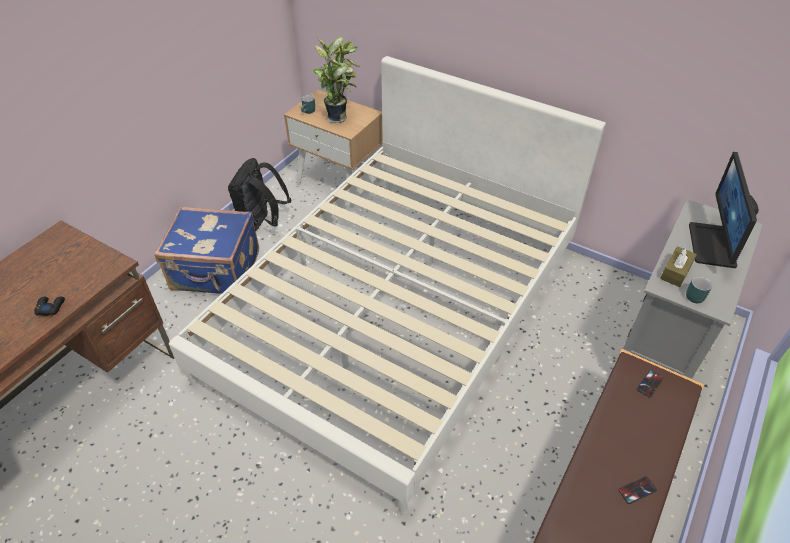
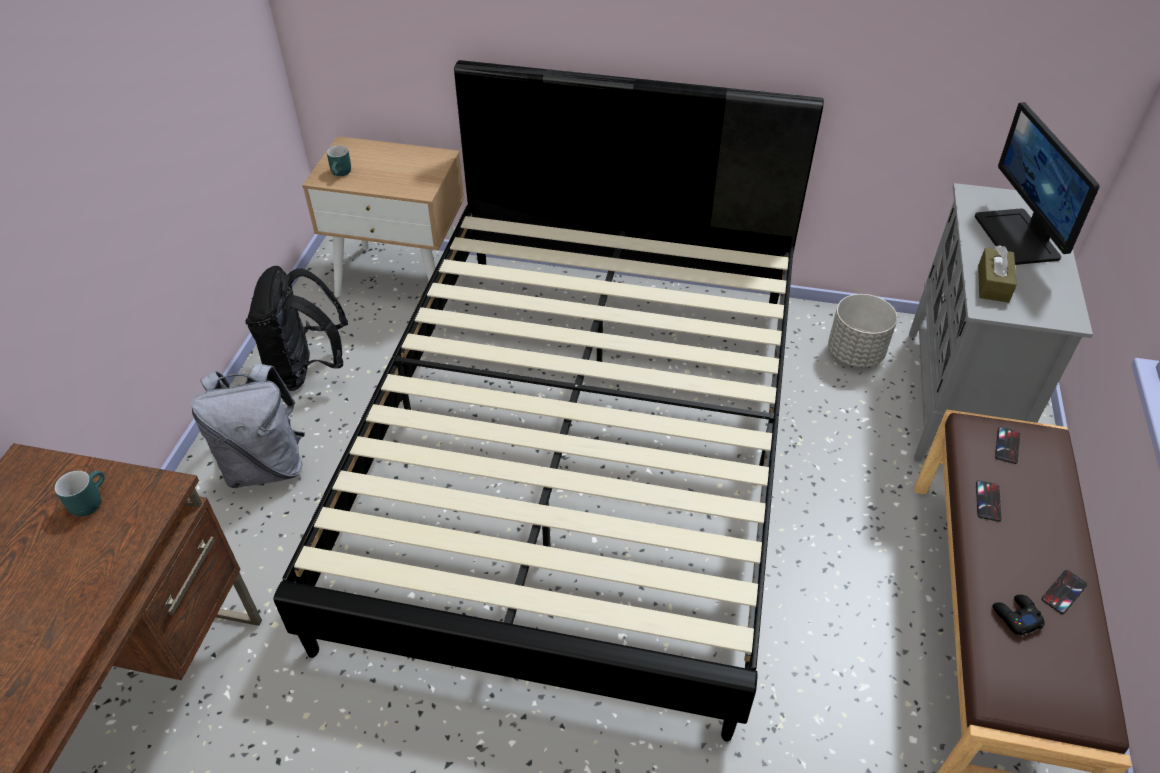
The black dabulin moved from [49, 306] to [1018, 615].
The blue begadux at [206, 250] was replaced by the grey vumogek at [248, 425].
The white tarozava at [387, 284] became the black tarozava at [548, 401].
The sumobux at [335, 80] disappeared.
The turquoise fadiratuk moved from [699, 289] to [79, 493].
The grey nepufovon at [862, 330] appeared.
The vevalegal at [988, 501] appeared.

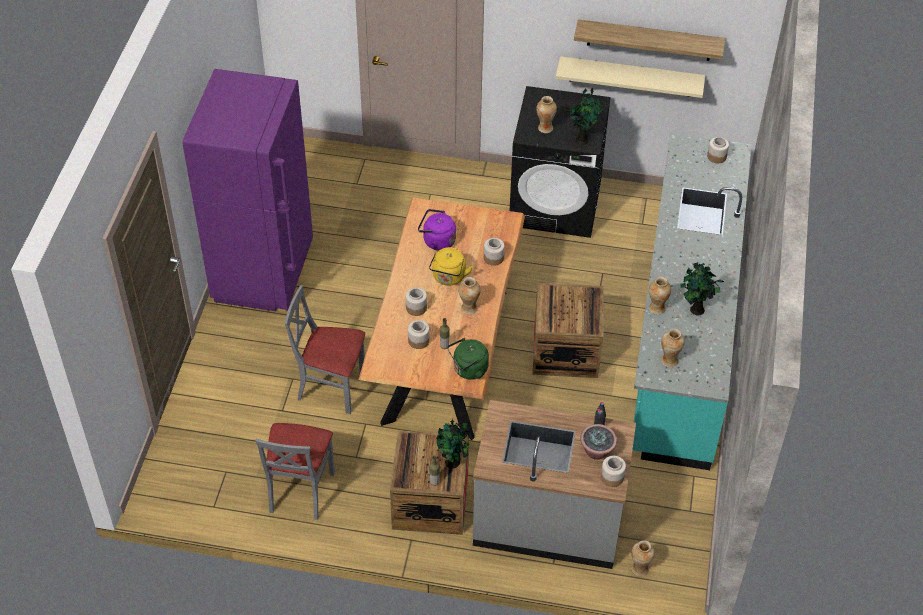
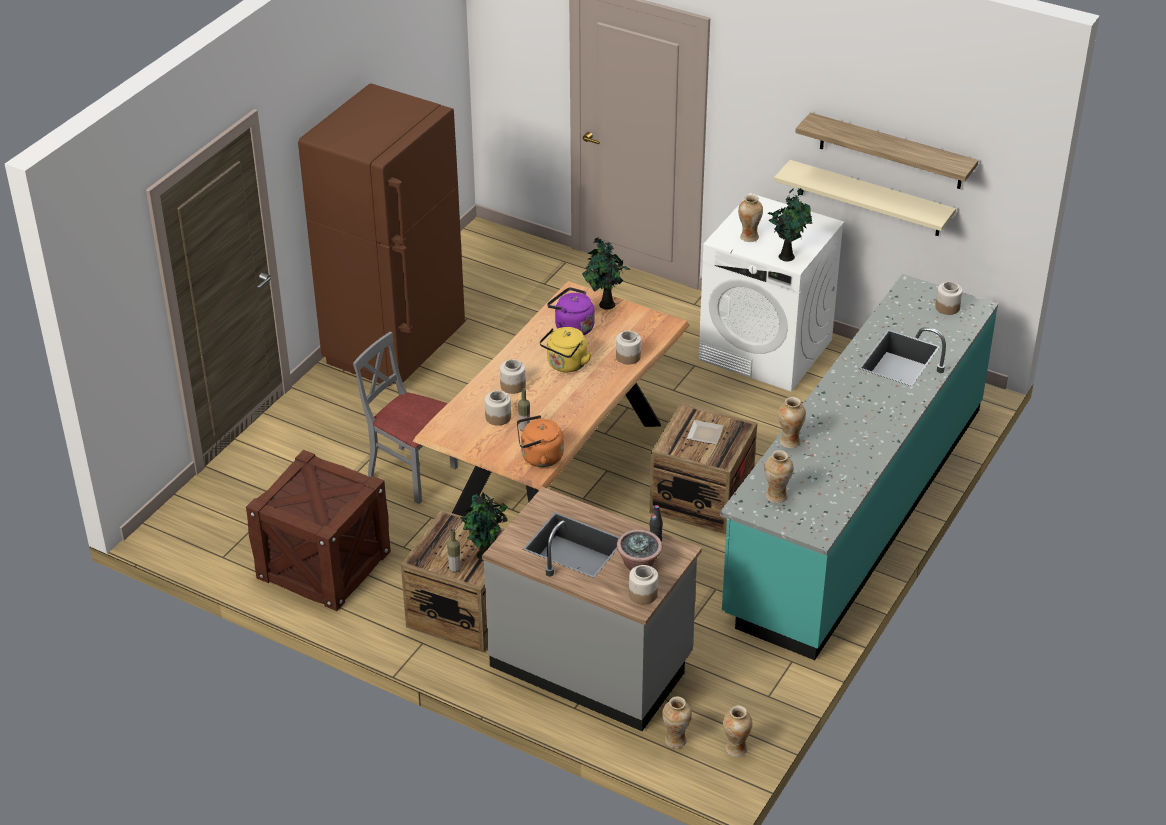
The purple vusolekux at [247, 190] became the brown vusolekux at [381, 235].
The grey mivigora at [295, 471] was replaced by the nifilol at [318, 530].
The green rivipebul at [468, 359] became the orange rivipebul at [540, 441].
The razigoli moved from [469, 296] to [738, 731].
The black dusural at [560, 162] became the white dusural at [771, 292].
The sumobux moved from [702, 289] to [606, 273].
The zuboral at [705, 432] appeared.

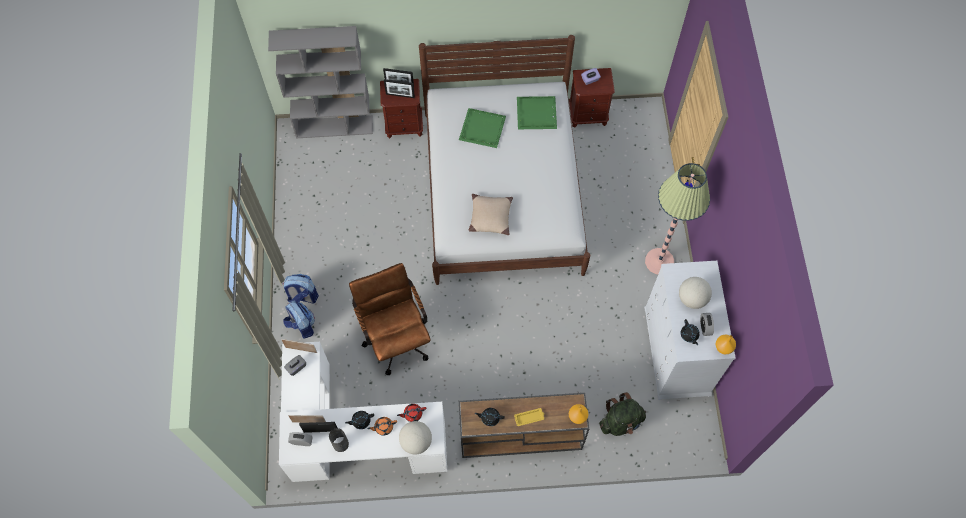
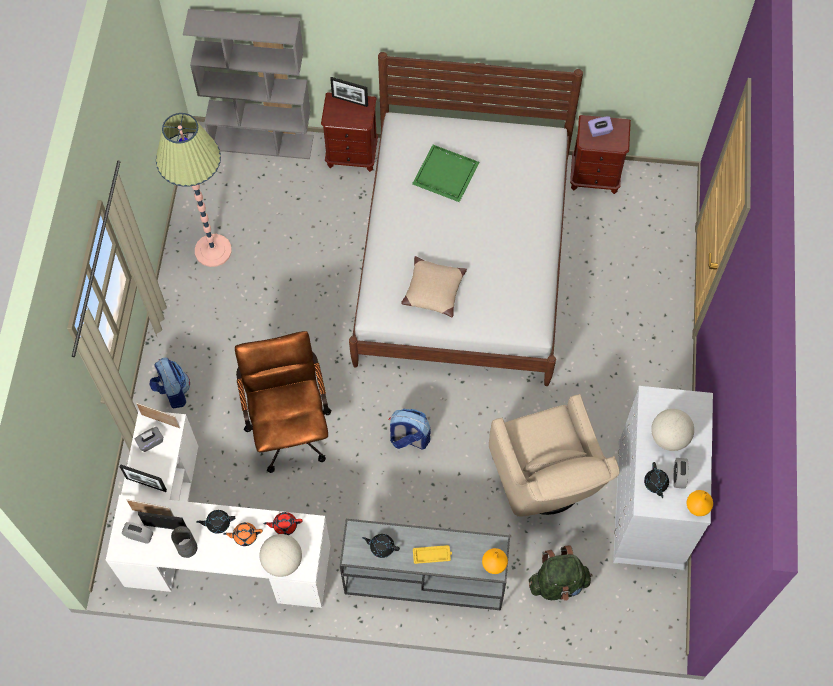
The vumogek moved from [300, 288] to [410, 429].
The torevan moved from [399, 88] to [143, 478].
The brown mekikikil at [524, 425] became the grey mekikikil at [425, 564].
The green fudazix at [537, 112] disappeared.
The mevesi moved from [677, 218] to [194, 190].
The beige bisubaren at [554, 455] appeared.

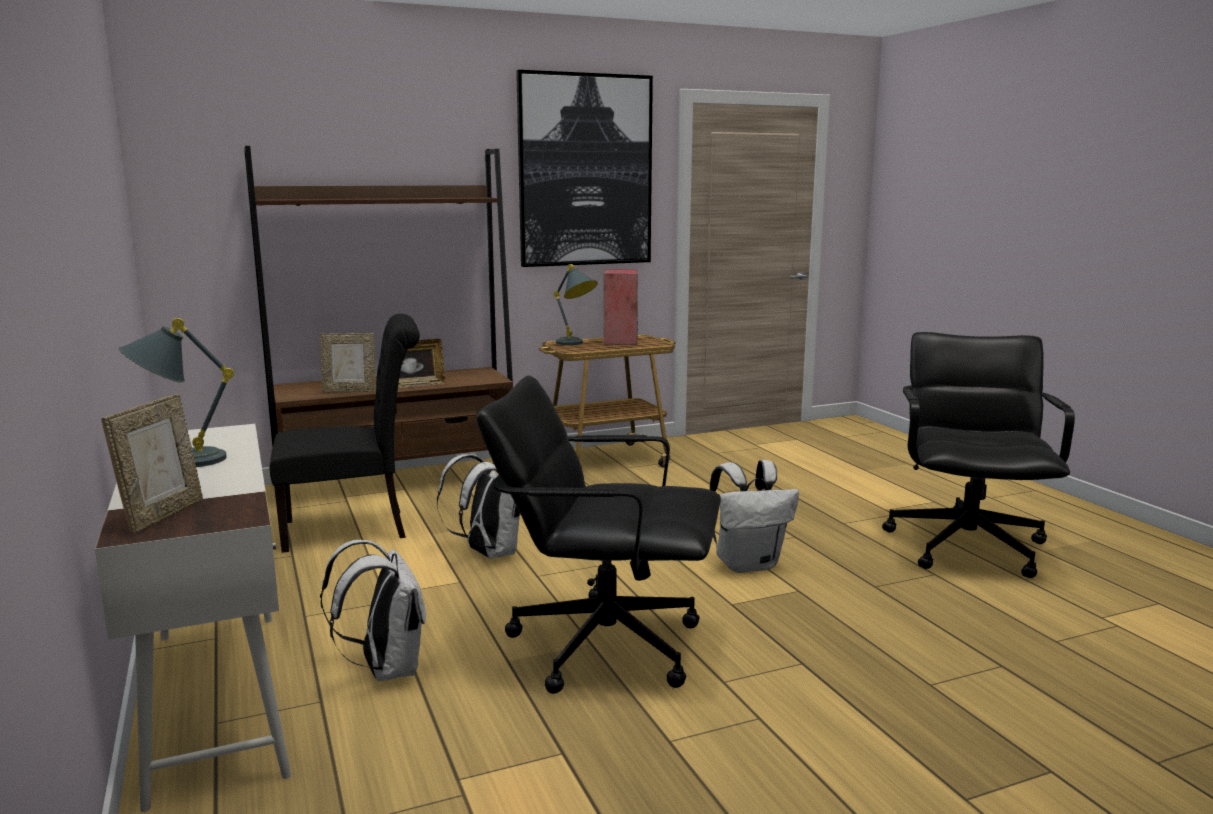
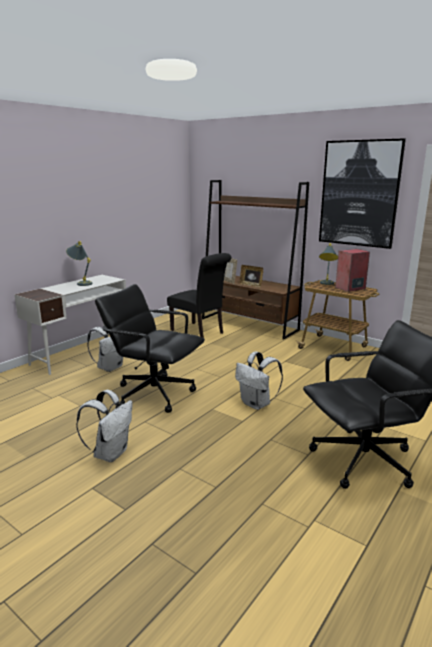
The torevan at [152, 464] disappeared.
The white vumogek moved from [478, 506] to [104, 426].
The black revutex at [599, 534] turned 45 degrees counterclockwise.

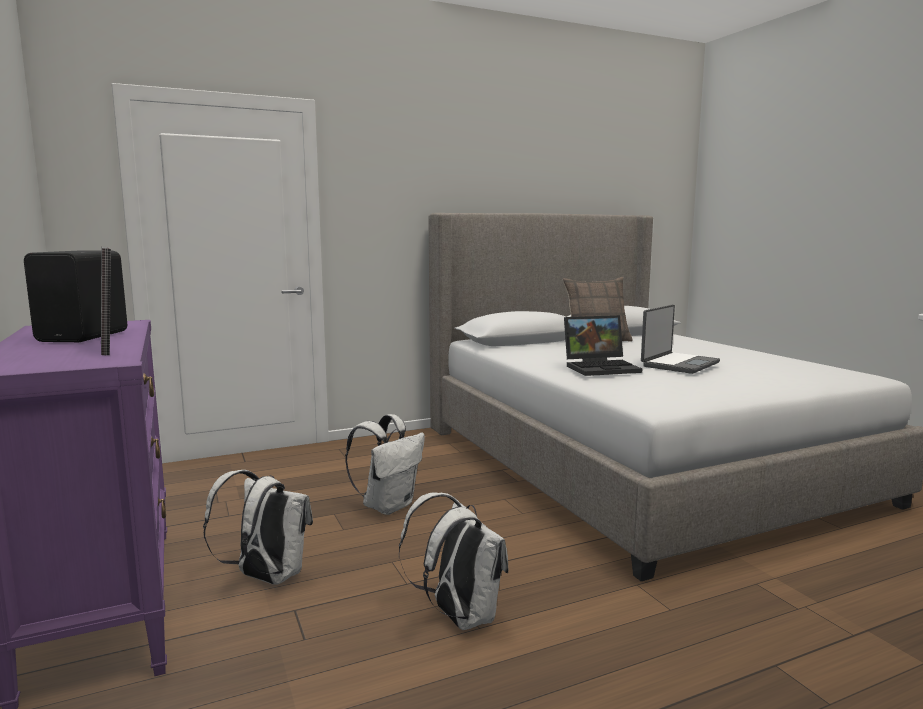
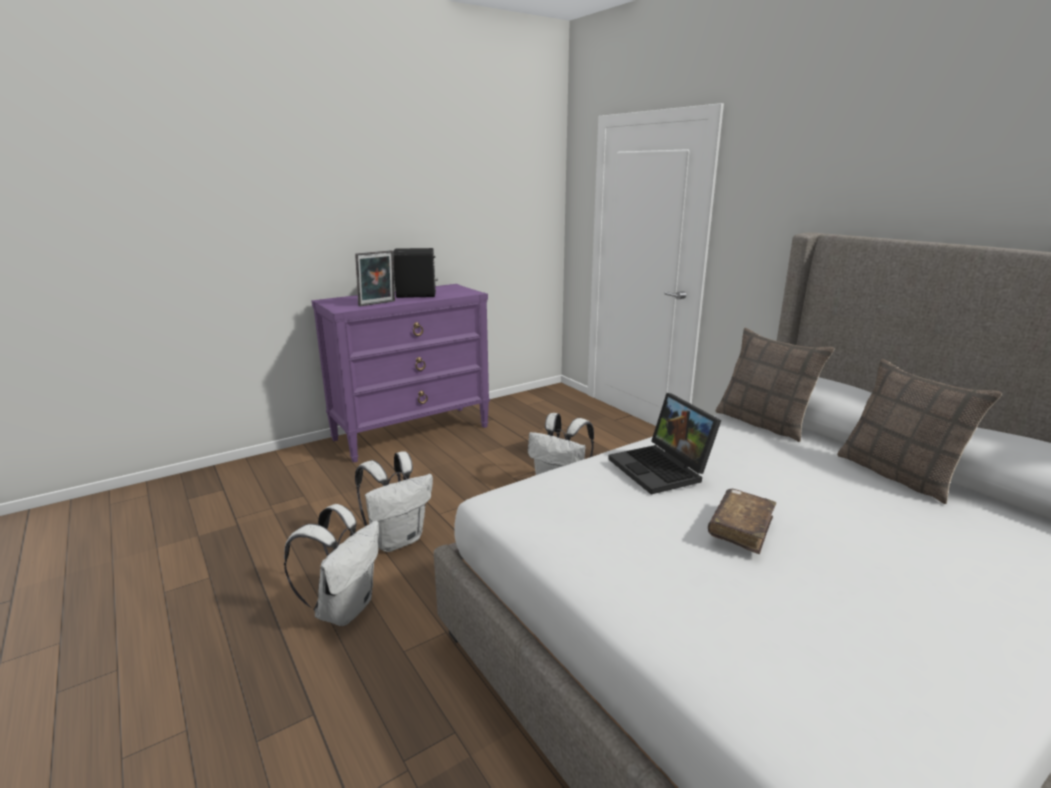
The white vumogek moved from [258, 527] to [331, 565].
The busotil at [680, 339] was replaced by the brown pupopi at [742, 521].
The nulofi at [775, 385] appeared.

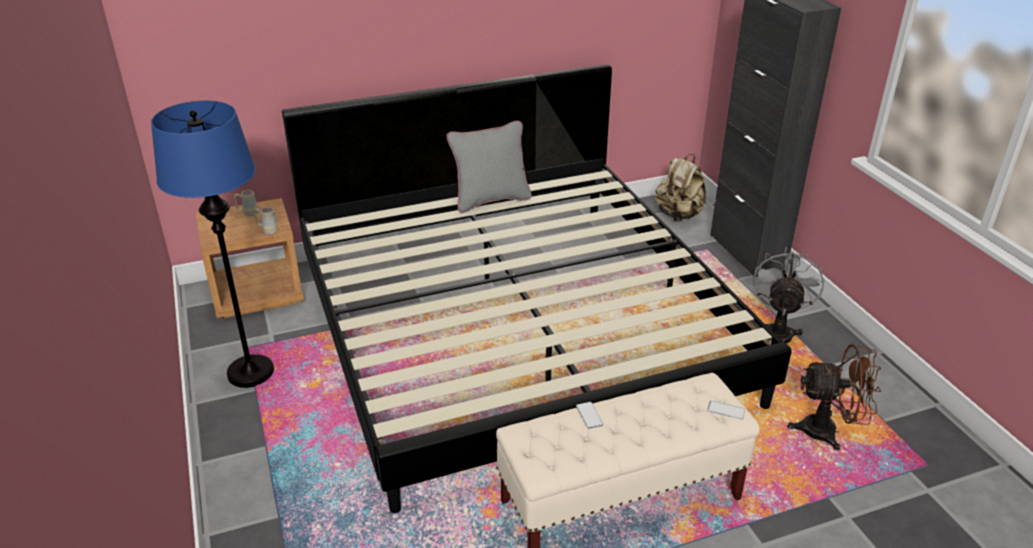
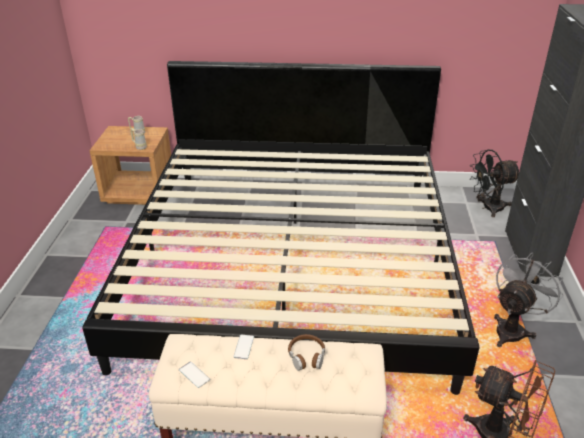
The blue mevesi at [212, 244] disappeared.
The grey nulofi at [489, 167] disappeared.
The beige vumogek at [680, 187] was replaced by the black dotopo at [494, 183].
The vevalegal moved from [726, 409] to [194, 375].
The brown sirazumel at [306, 352] appeared.

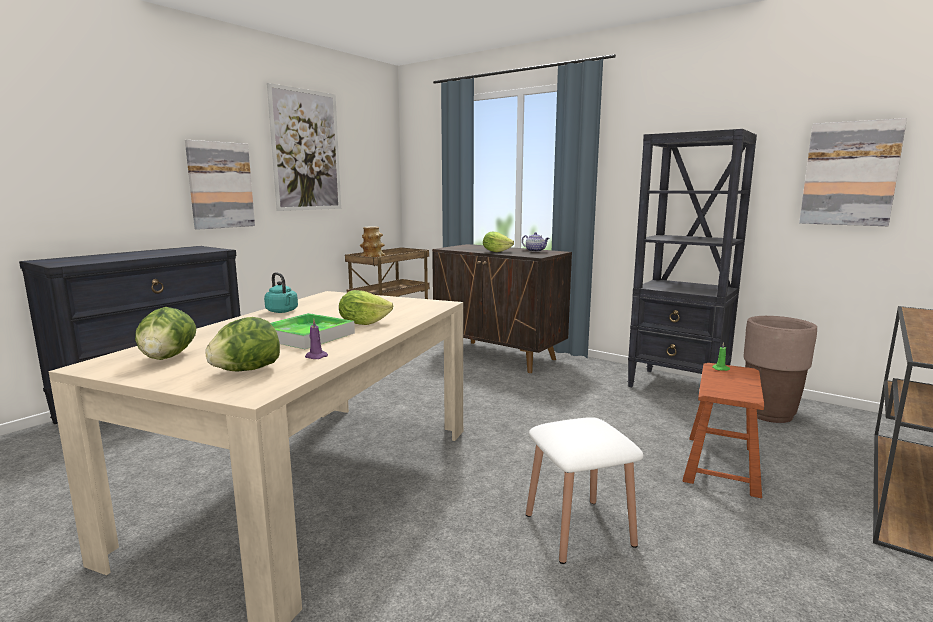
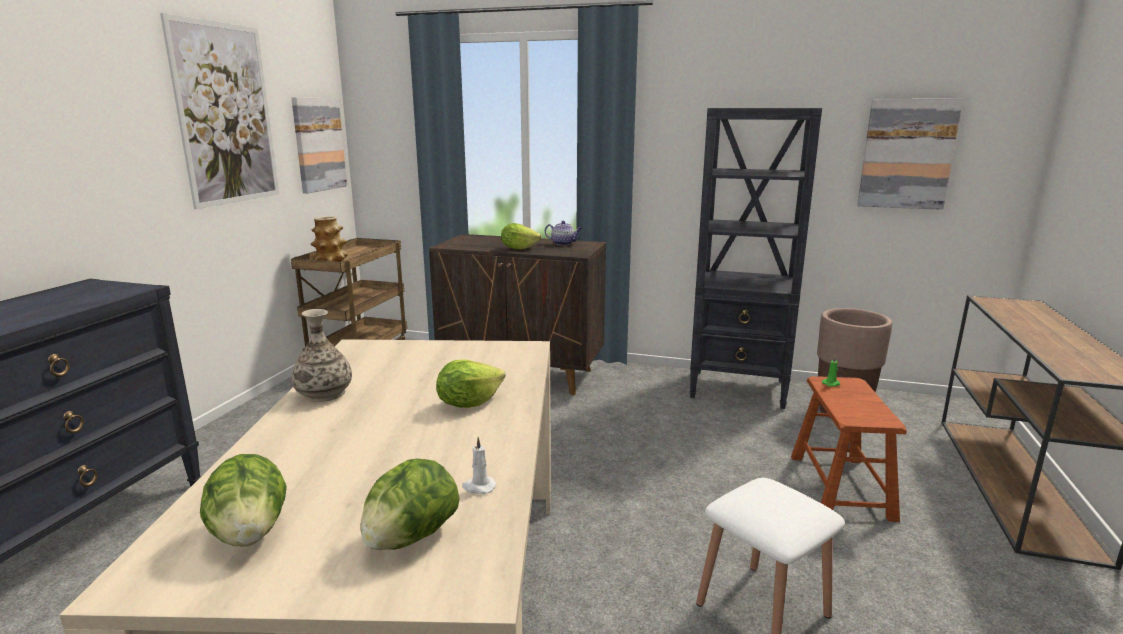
The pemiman moved from [220, 185] to [319, 145].
The turquoise rivipebul at [281, 292] was replaced by the razigoli at [322, 355].
The fudazix at [312, 331] disappeared.
The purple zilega at [316, 339] became the white zilega at [479, 465].

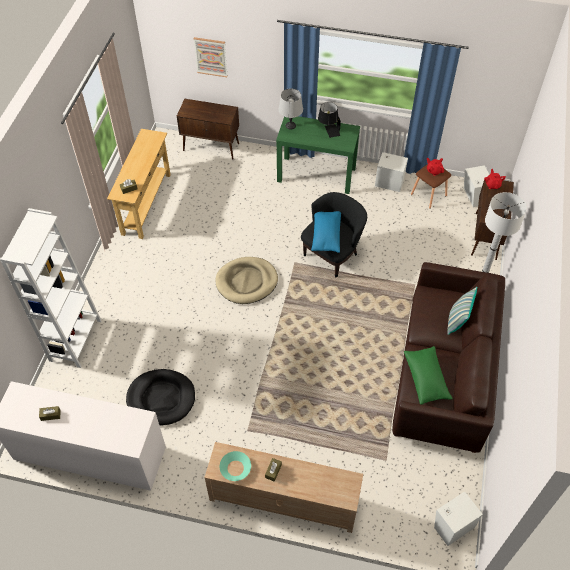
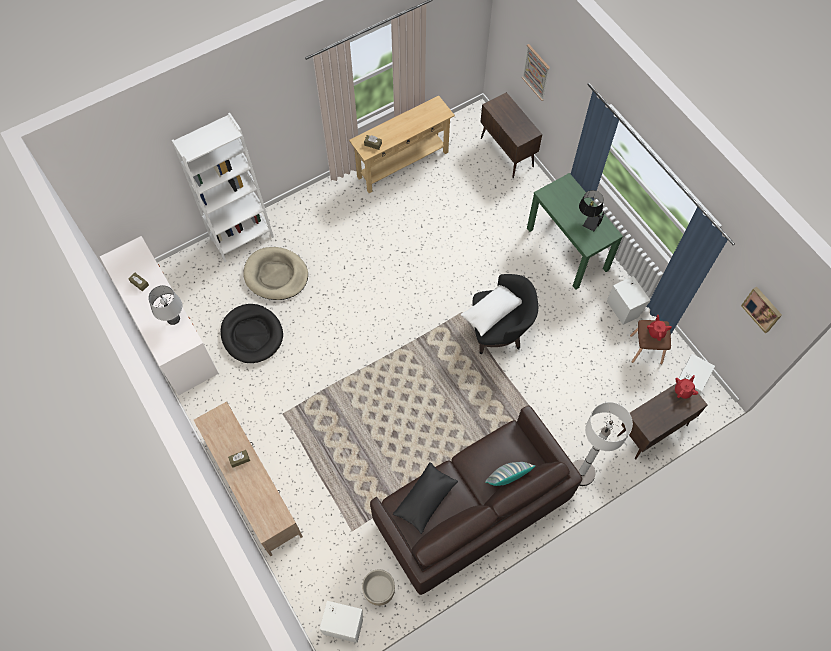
The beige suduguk moved from [247, 280] to [275, 273].
The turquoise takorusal at [235, 466] disappeared.
The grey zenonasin moved from [290, 108] to [165, 305].
The blue nulofi at [326, 232] became the white nulofi at [491, 310].
The green nulofi at [428, 375] became the black nulofi at [425, 498].
The beige nepufovon at [378, 588] appeared.
The pemiman at [761, 310] appeared.

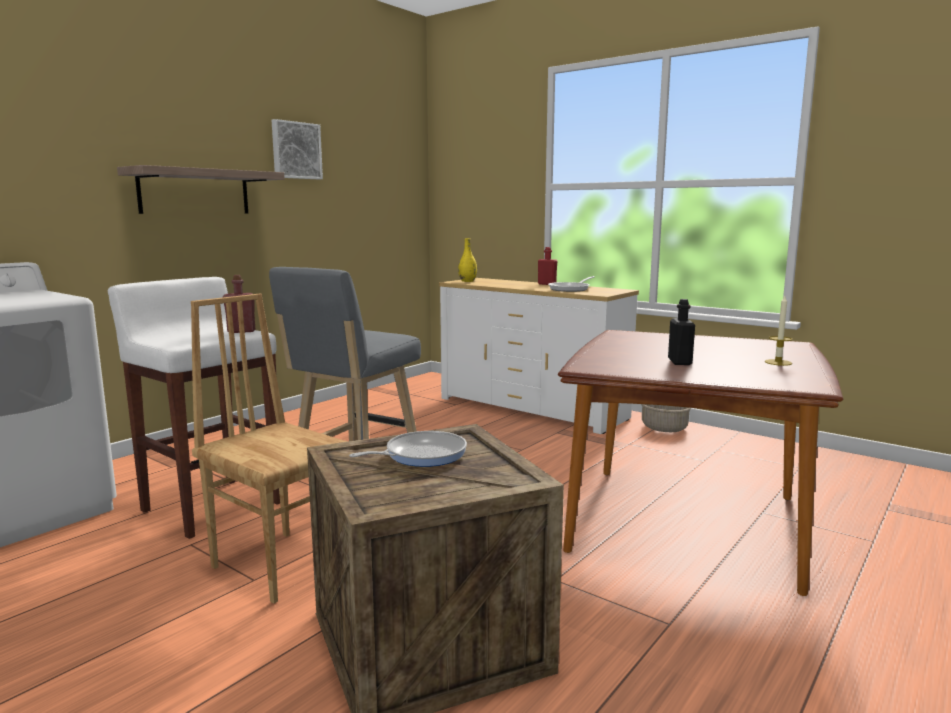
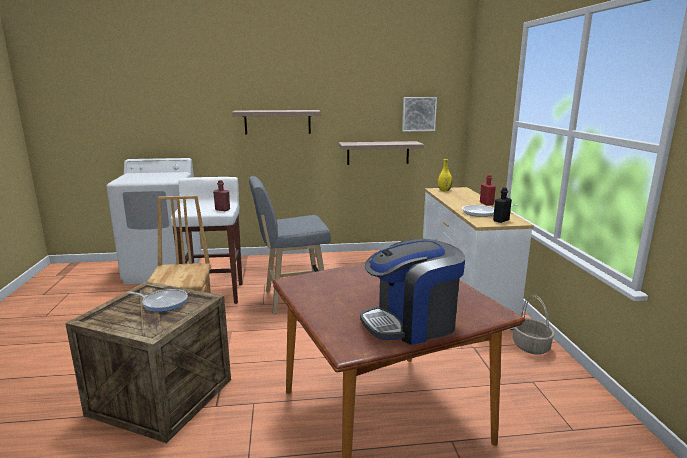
The pemiman moved from [297, 149] to [419, 114].
The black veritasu moved from [681, 332] to [502, 205].
The zilega at [779, 331] was replaced by the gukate at [412, 292].
The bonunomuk at [381, 153] appeared.

